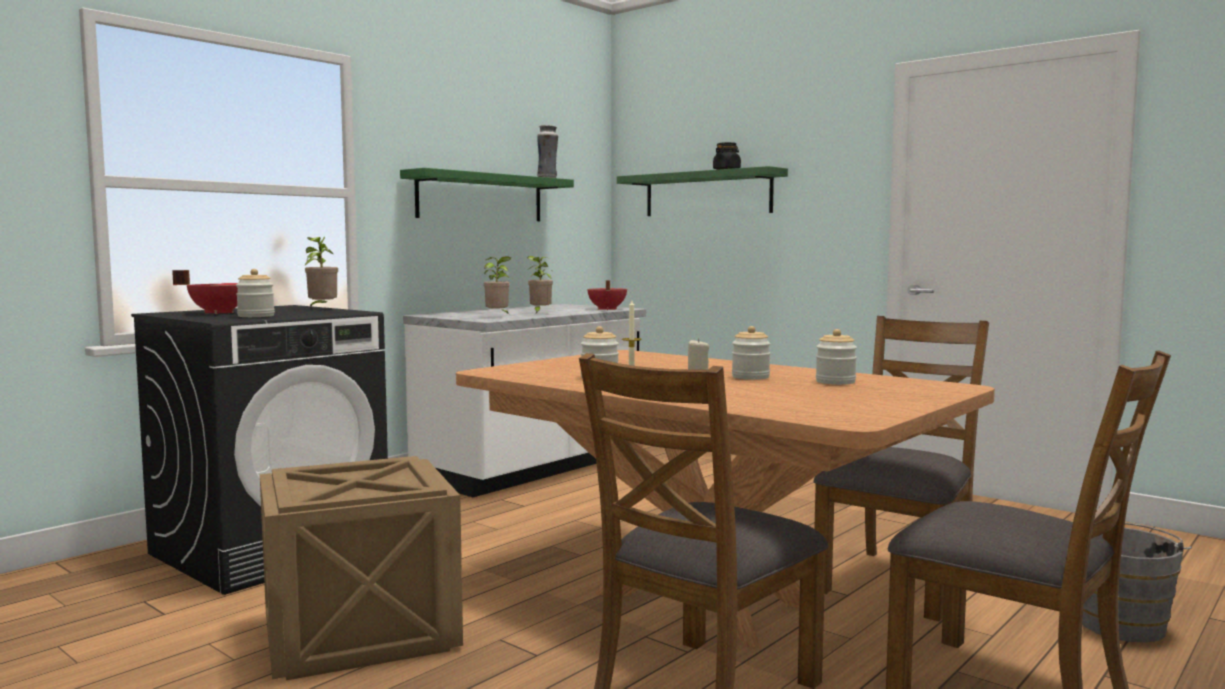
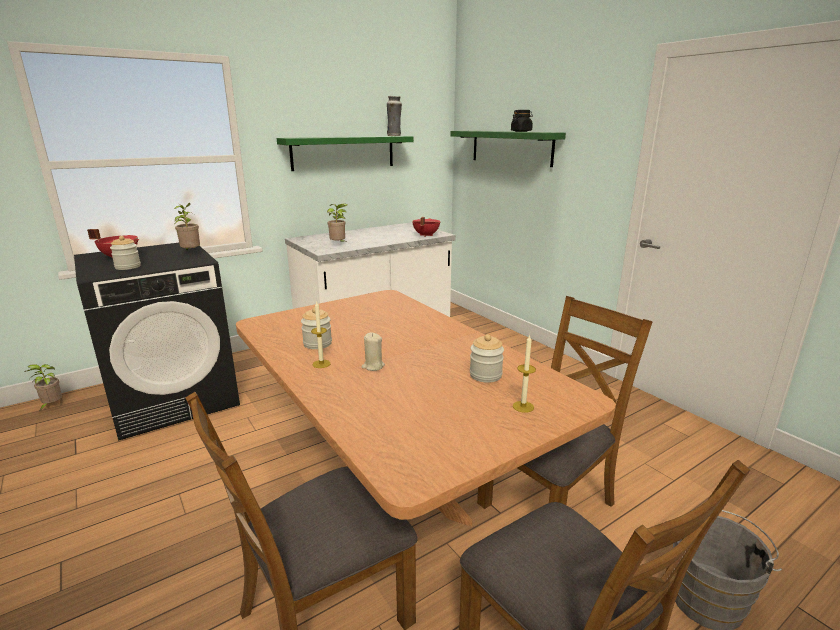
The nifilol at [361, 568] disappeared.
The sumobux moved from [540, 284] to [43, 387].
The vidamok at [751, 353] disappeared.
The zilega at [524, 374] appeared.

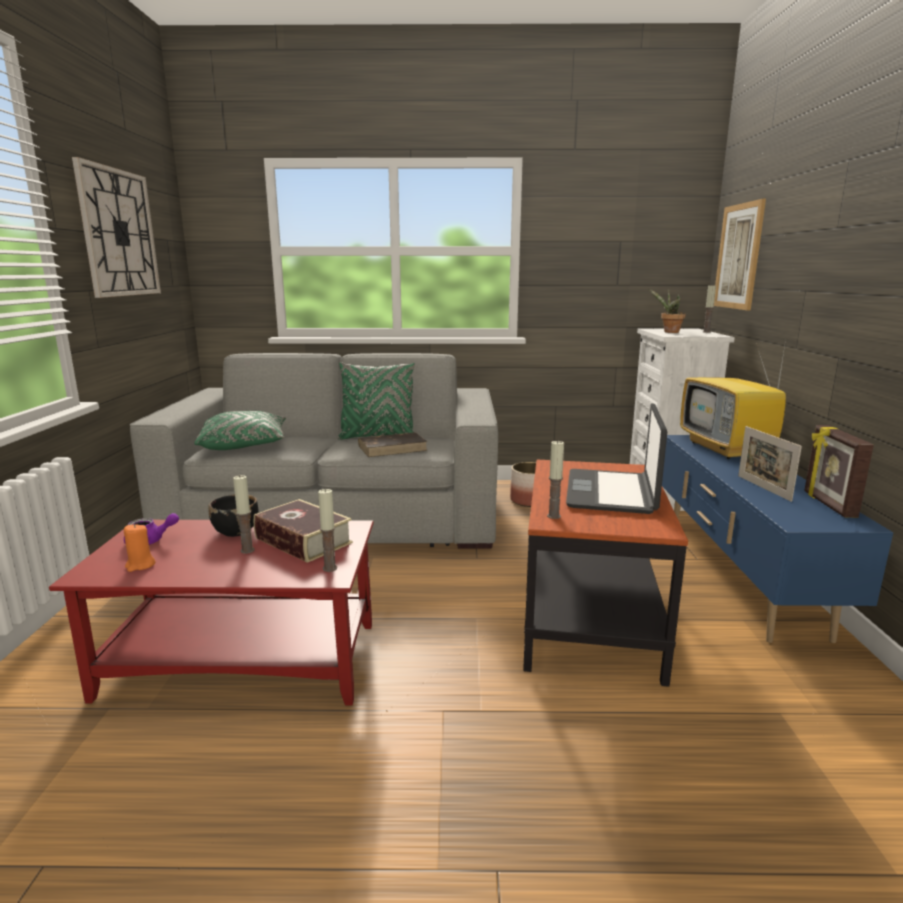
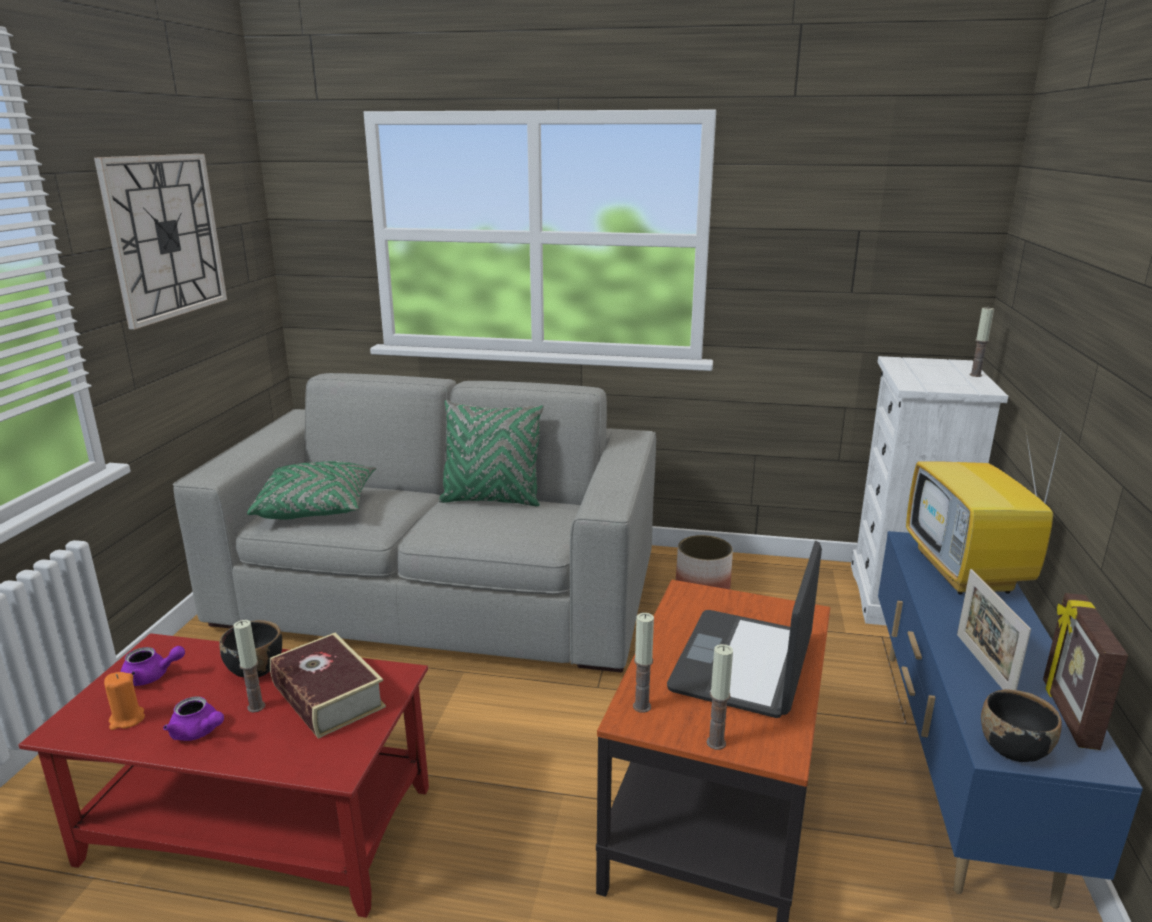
The zilega moved from [327, 530] to [720, 697].
The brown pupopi at [393, 444] disappeared.
The sumobux at [667, 311] disappeared.
The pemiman at [740, 254] disappeared.
The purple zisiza at [193, 719] appeared.
The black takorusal at [1021, 725] appeared.

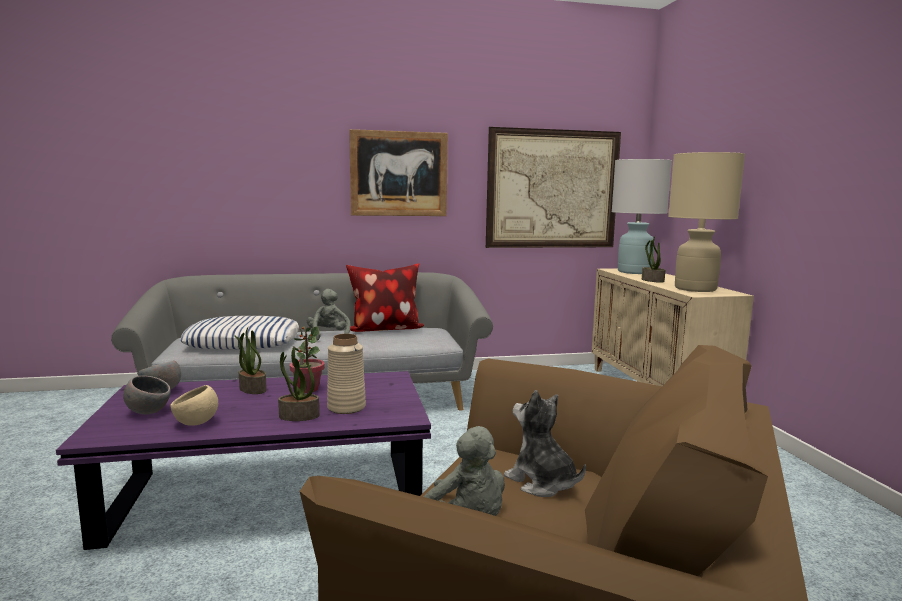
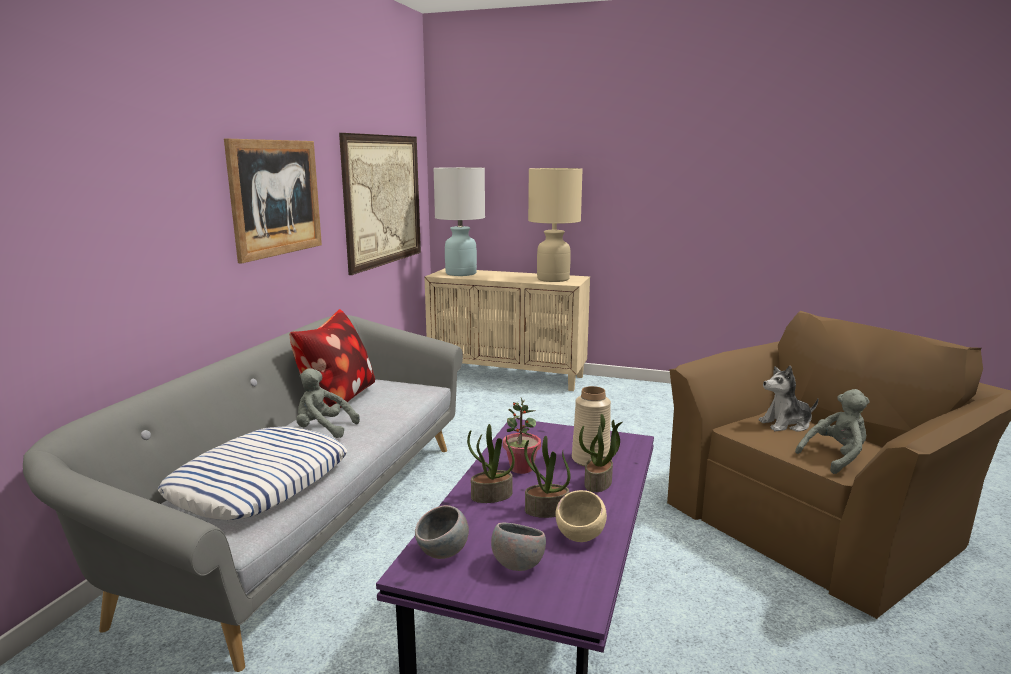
The sumobux moved from [653, 259] to [547, 477].

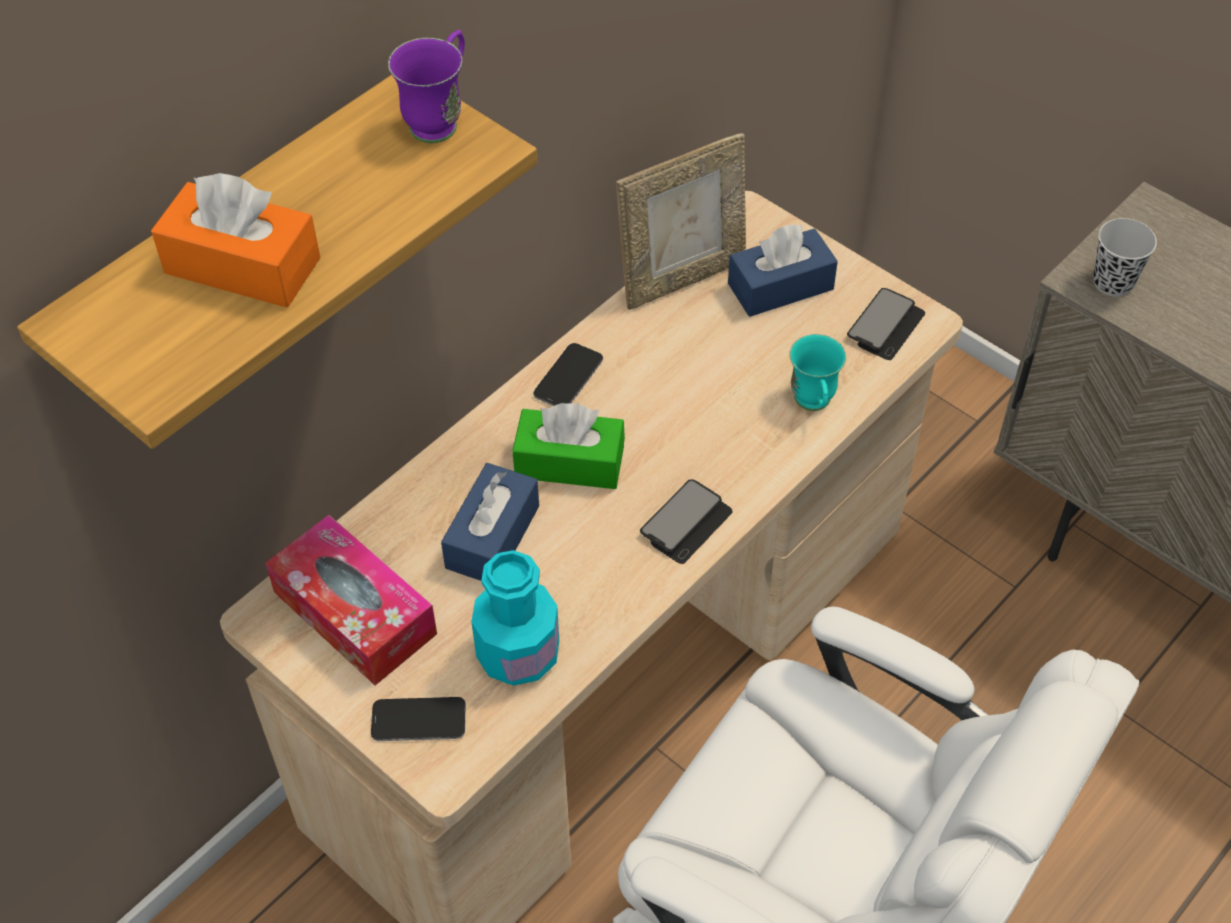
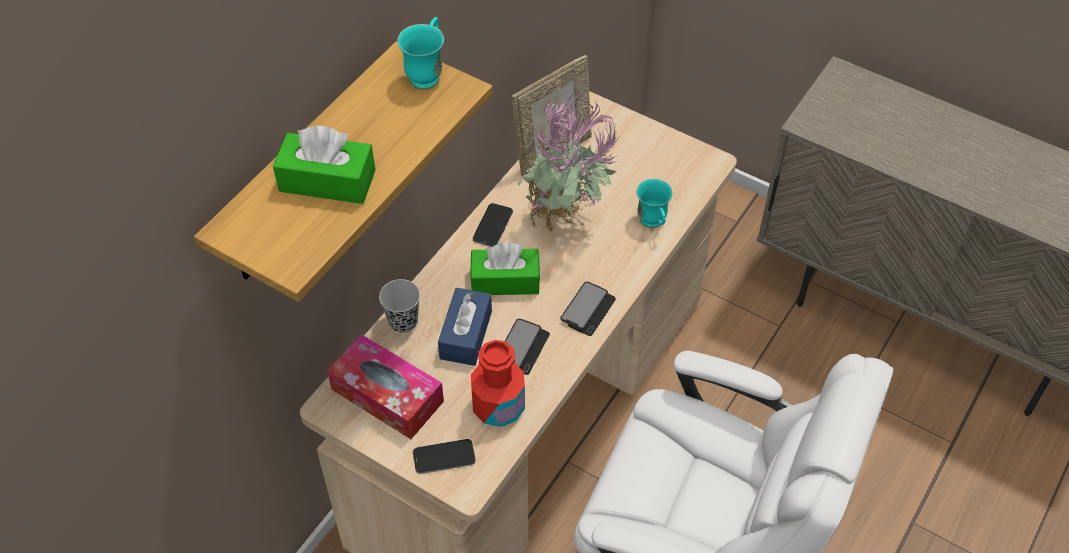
The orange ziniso at [235, 240] became the green ziniso at [324, 165].
The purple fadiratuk at [426, 86] became the turquoise fadiratuk at [420, 53].
The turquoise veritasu at [515, 618] became the red veritasu at [498, 383].
The blue ziniso at [783, 270] disappeared.
The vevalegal moved from [886, 324] to [527, 347].
The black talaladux moved from [1125, 257] to [399, 306].
The sumobux at [568, 162] appeared.

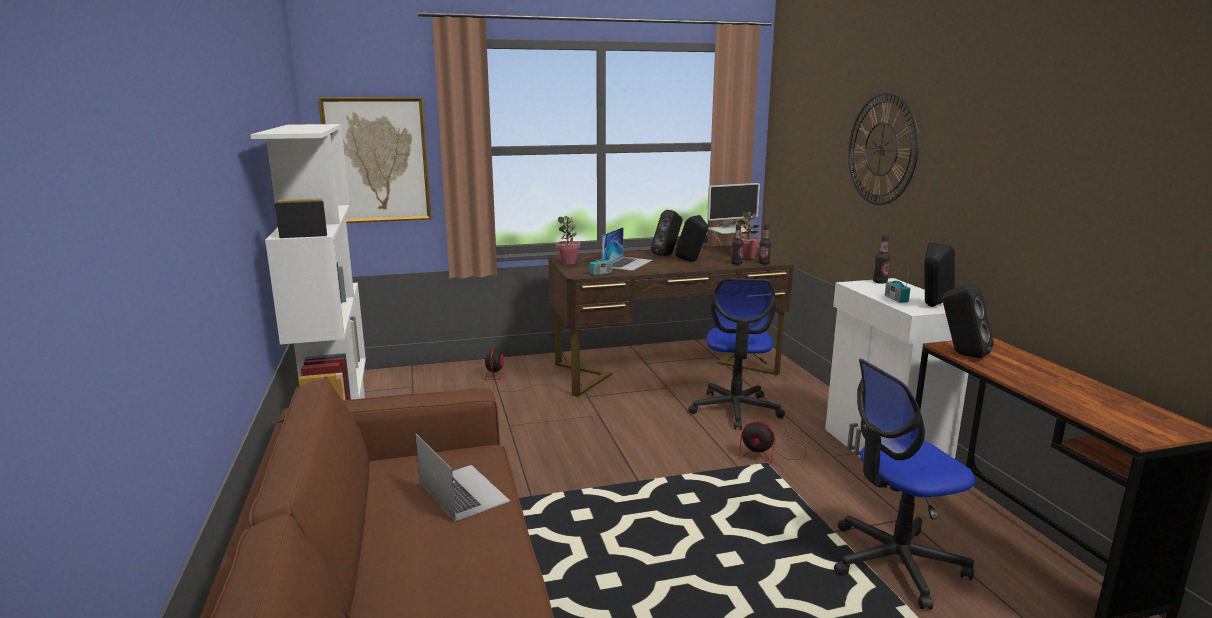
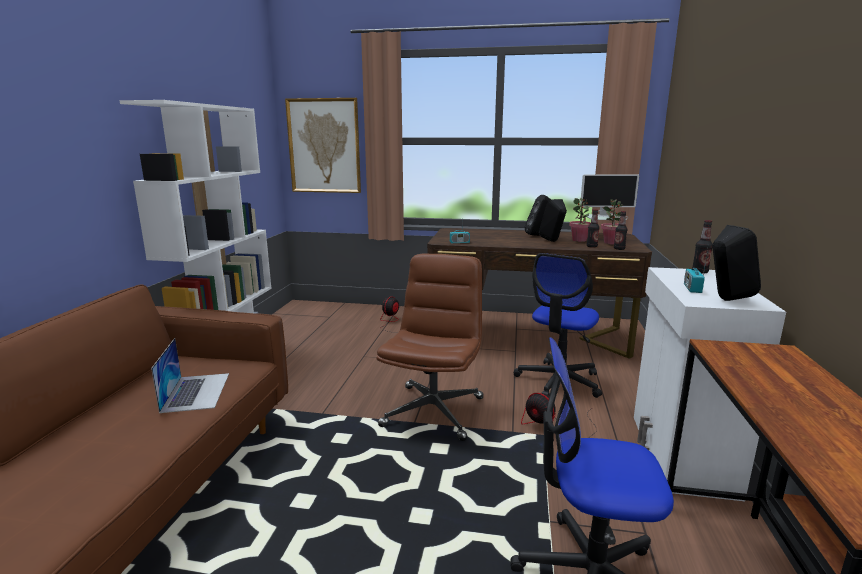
The sumobux moved from [568, 240] to [580, 220].
The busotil at [627, 249] disappeared.
The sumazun at [883, 148] disappeared.
The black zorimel at [968, 320] disappeared.
The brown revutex at [430, 347] appeared.

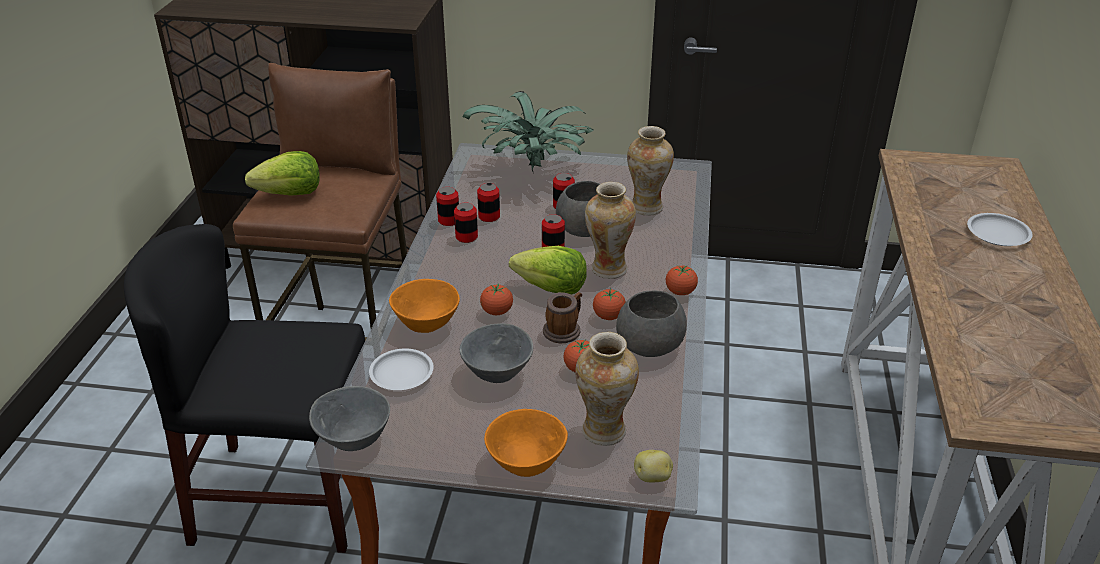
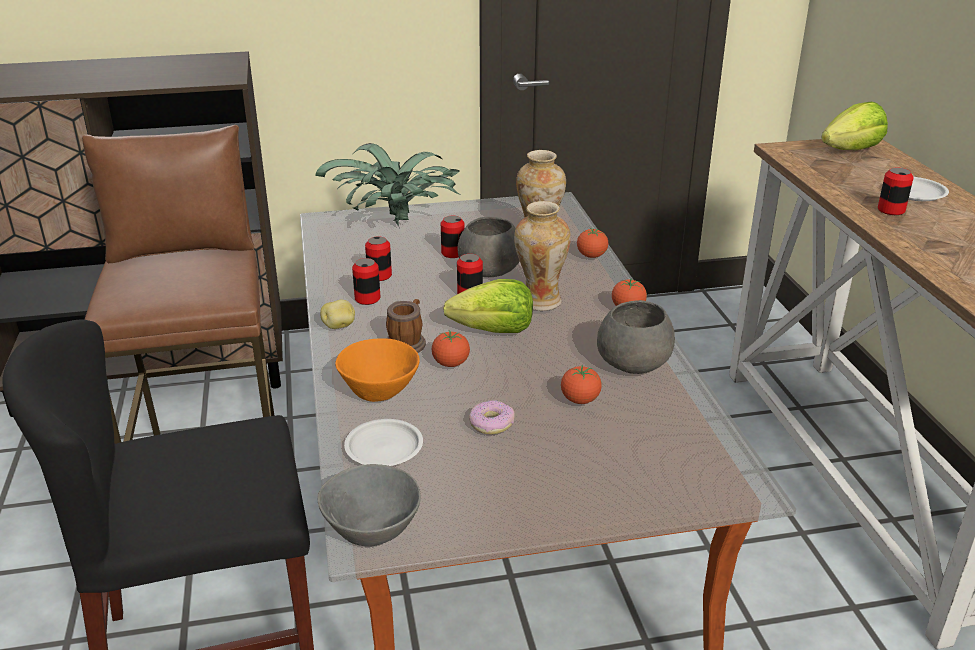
The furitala moved from [282, 173] to [854, 126].
The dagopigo moved from [447, 206] to [896, 191].
The grey takorusal at [496, 353] was replaced by the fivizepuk at [492, 417].
The orange takorusal at [526, 443] disappeared.
The fadiratuk moved from [562, 317] to [406, 326].
The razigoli at [607, 389] disappeared.
The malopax moved from [609, 304] to [592, 243].
The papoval moved from [653, 466] to [337, 314].

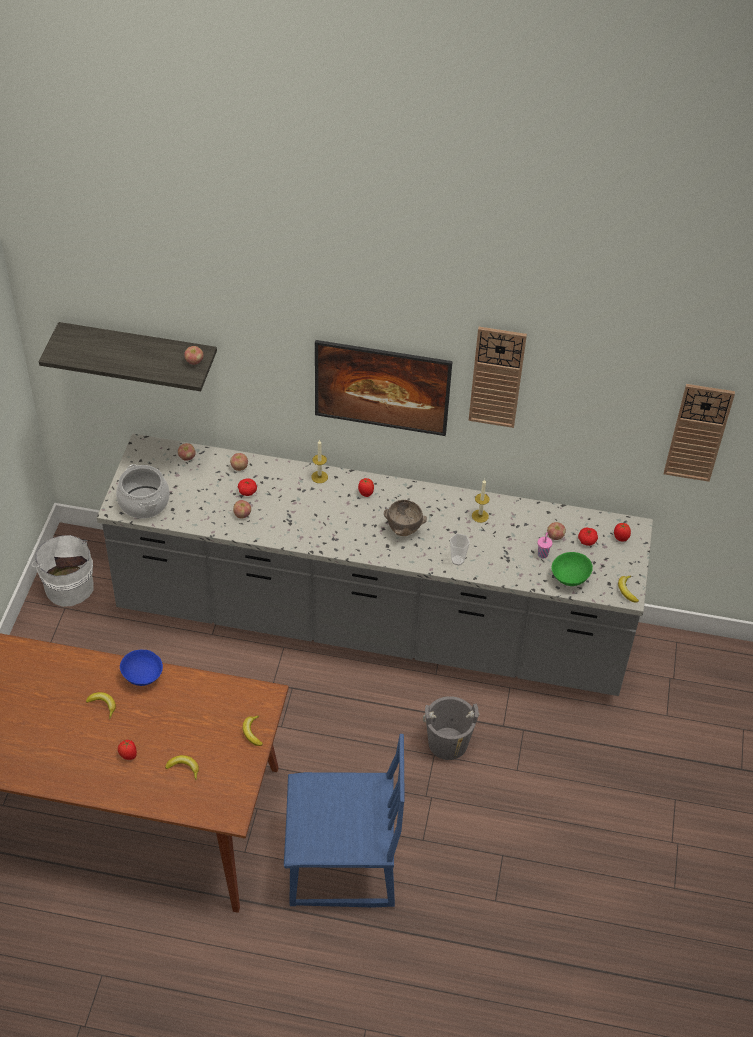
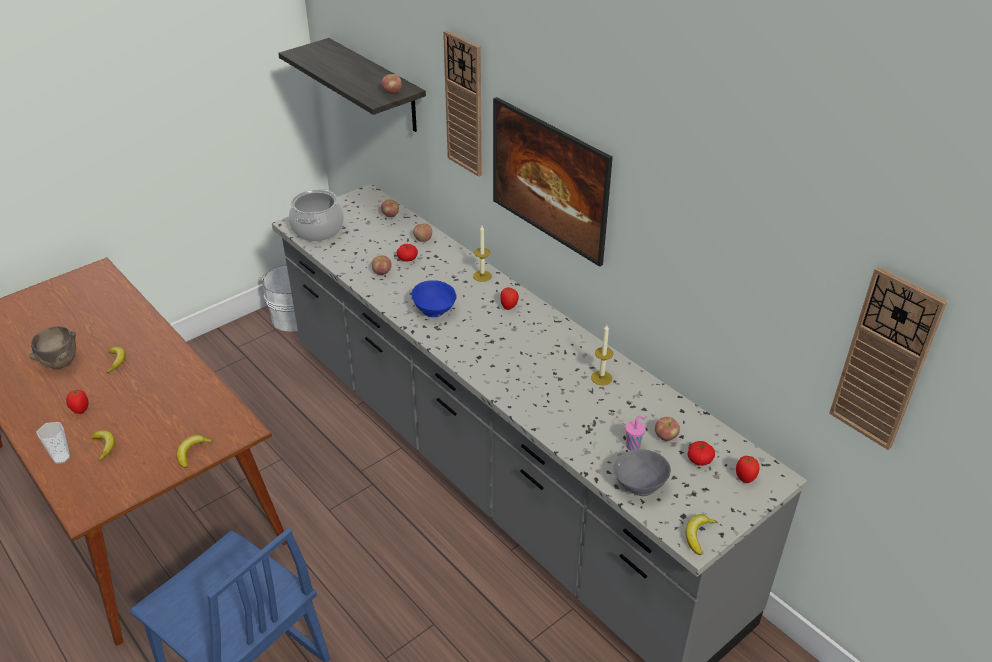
The blue takorusal moved from [141, 667] to [434, 298].
The brown takorusal moved from [405, 518] to [52, 347].
The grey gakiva at [451, 728] disappeared.
The talaladux moved from [460, 549] to [53, 443].
The sumazun moved from [497, 377] to [462, 103].
The green takorusal at [572, 569] became the grey takorusal at [642, 472].

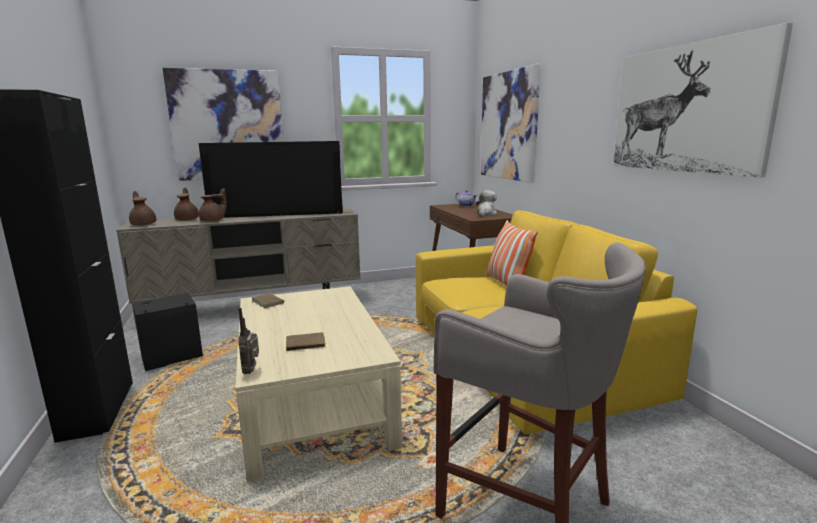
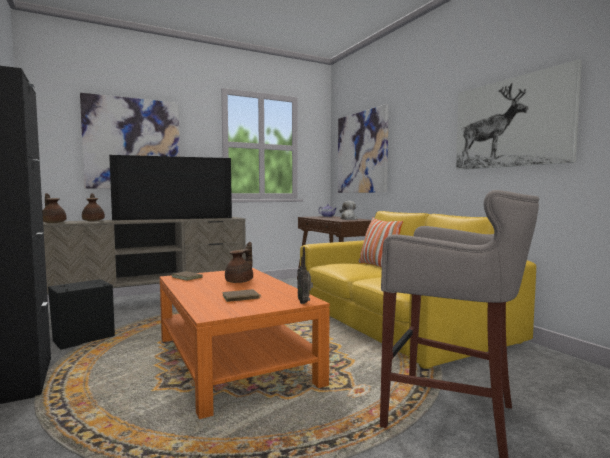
The brown zisiza moved from [213, 205] to [239, 262].
The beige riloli at [318, 384] became the orange riloli at [245, 343].
The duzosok moved from [248, 341] to [305, 275].

